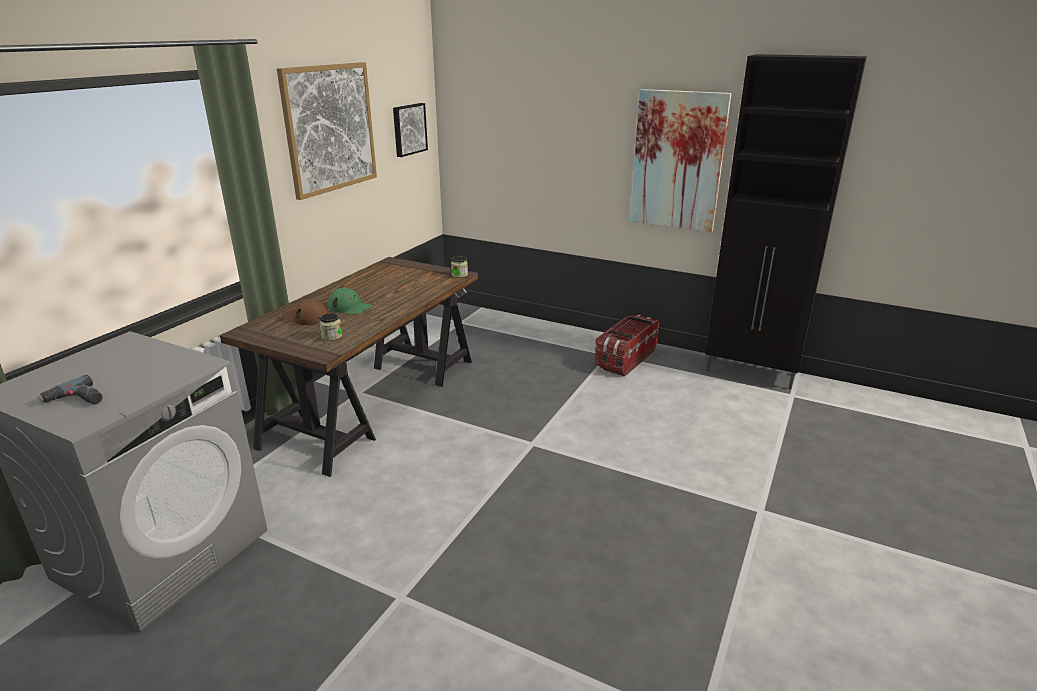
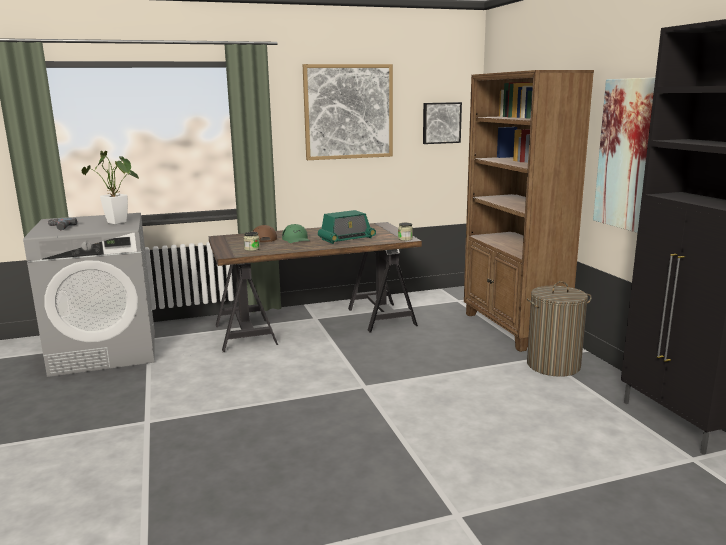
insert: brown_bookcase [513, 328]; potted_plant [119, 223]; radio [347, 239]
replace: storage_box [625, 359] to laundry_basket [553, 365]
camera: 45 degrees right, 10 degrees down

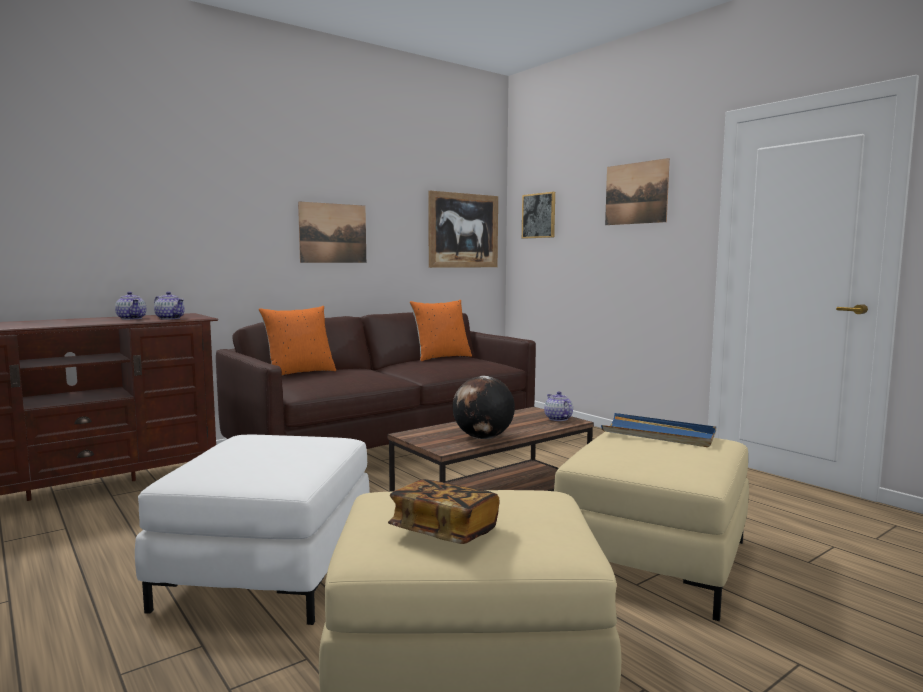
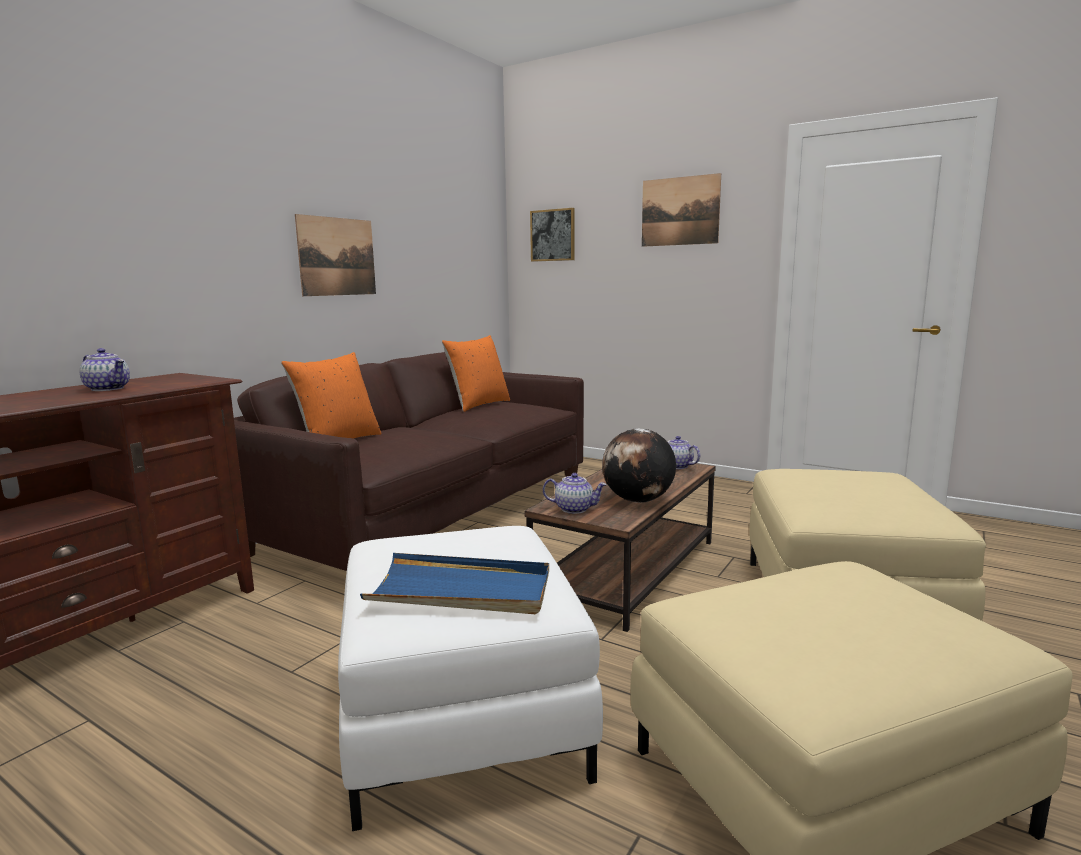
delete: picture [463, 230]; book [444, 532]
move: teapot [170, 318] to [574, 509]; blue_tray [659, 434] to [461, 590]
camera: 20 degrees left, 5 degrees up

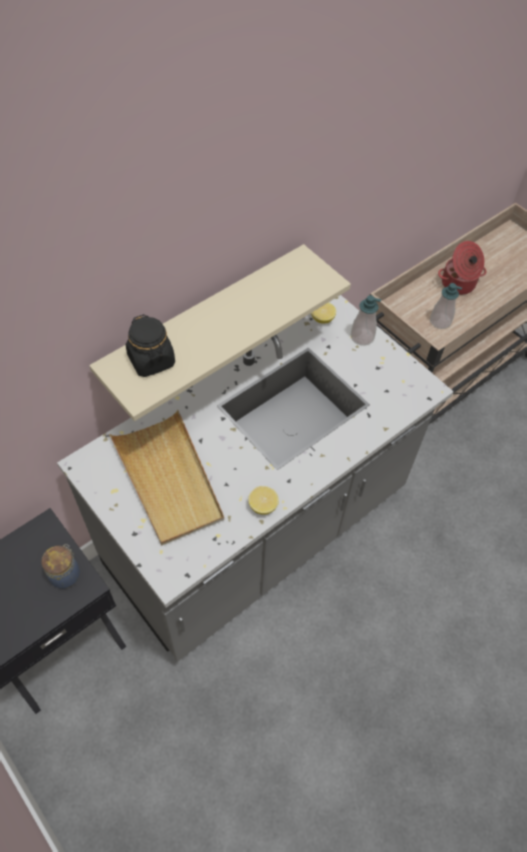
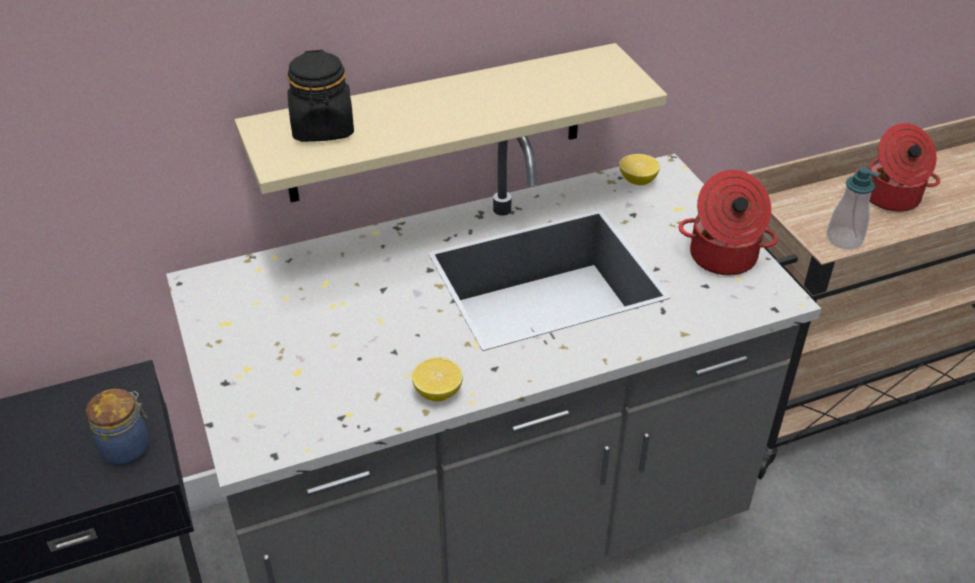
delete: soap_dispenser [362, 337]; beige_tray [168, 479]
insert: cooking_pot [722, 257]
camera: 20 degrees right, 15 degrees down

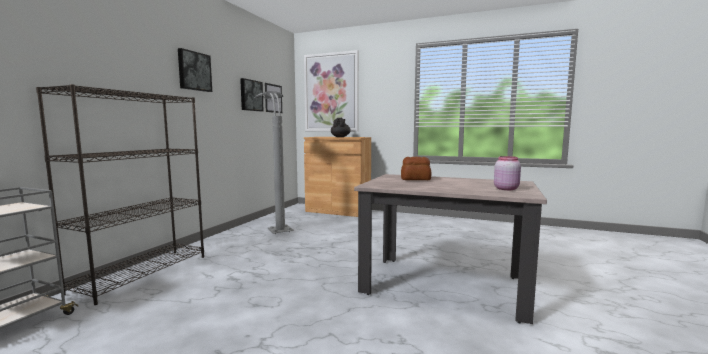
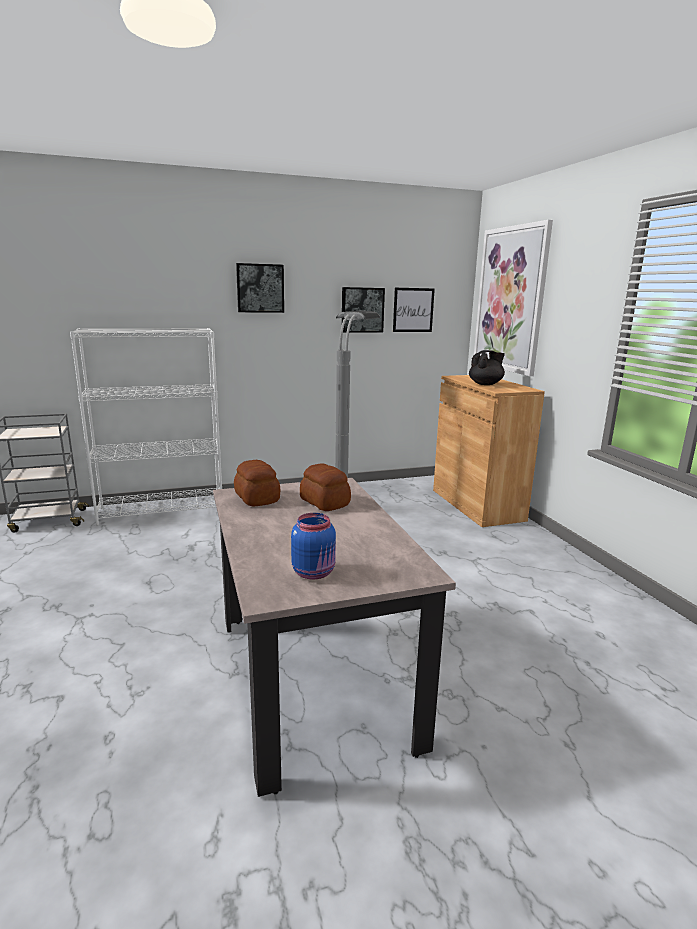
insert: bread [257, 498]
recolor: black_bookcase [142, 273] to white_bookcase [162, 510]; pink_jar [506, 189] to blue_jar [315, 572]
camera: 50 degrees right, 10 degrees up

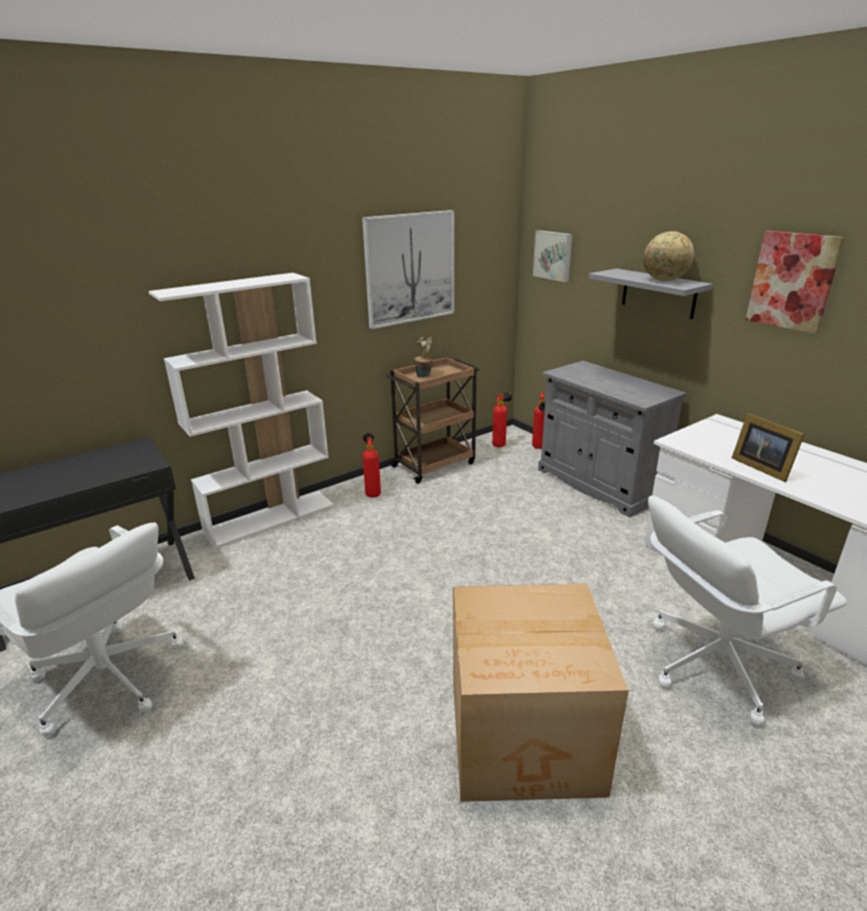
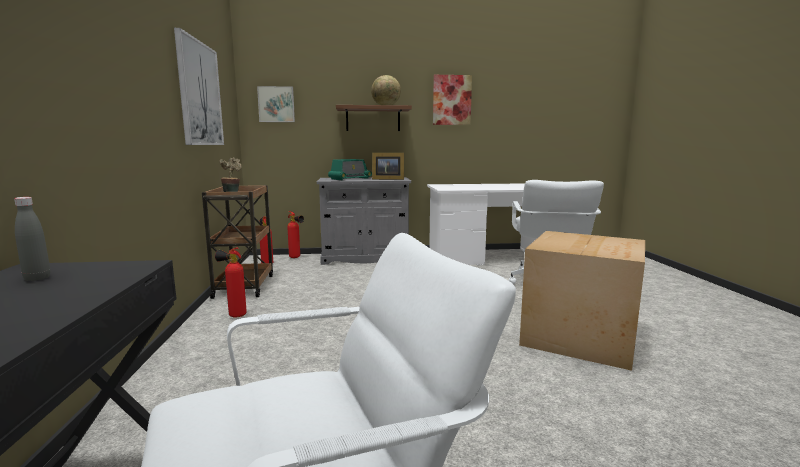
delete: white_bookcase [270, 518]
insert: radio [350, 179]; grey_bottle [37, 278]
move: picture_frame [760, 467] to [387, 179]
recolor: grey_shelf [658, 293] to brown_shelf [373, 119]
camera: 60 degrees left, 15 degrees down

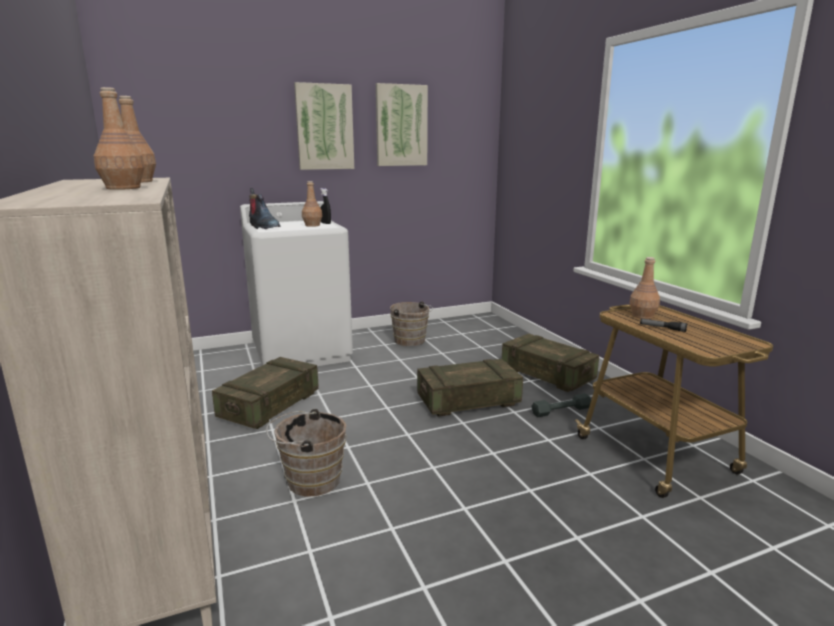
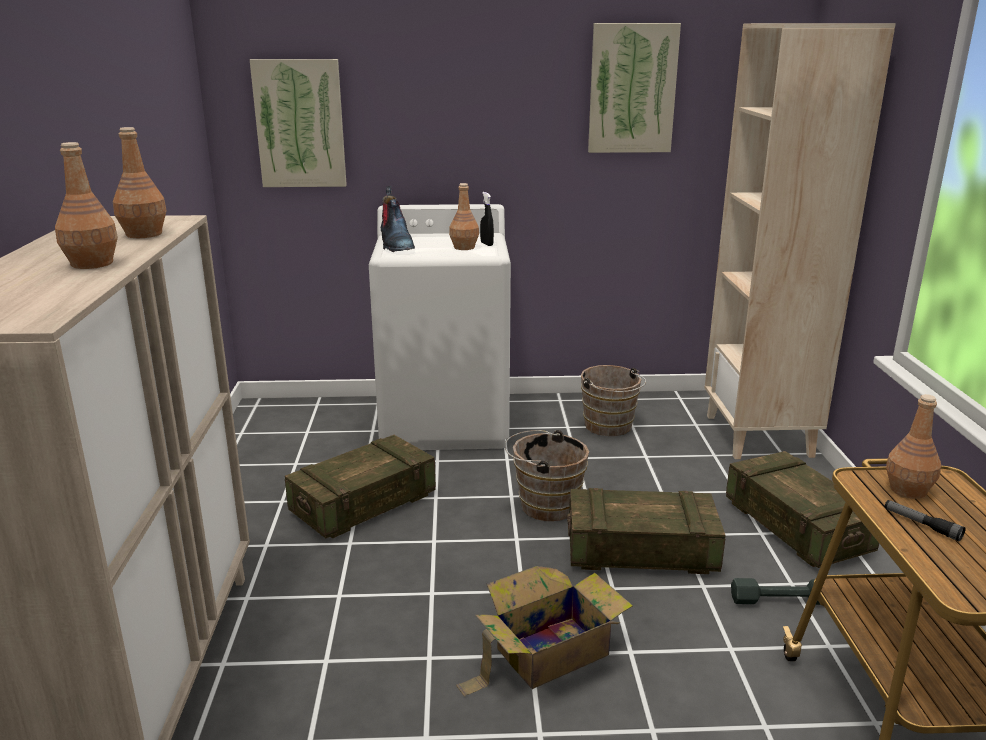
insert: beige_bookcase [759, 436]; cardboard_box [547, 653]
move: picture [324, 127] to [300, 124]; brown_bucket [309, 480] to [544, 505]
camera: 20 degrees right, 5 degrees up

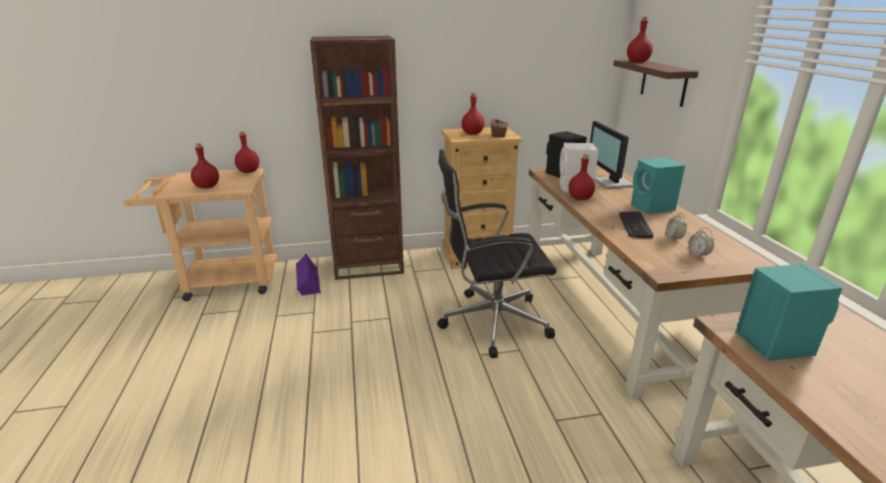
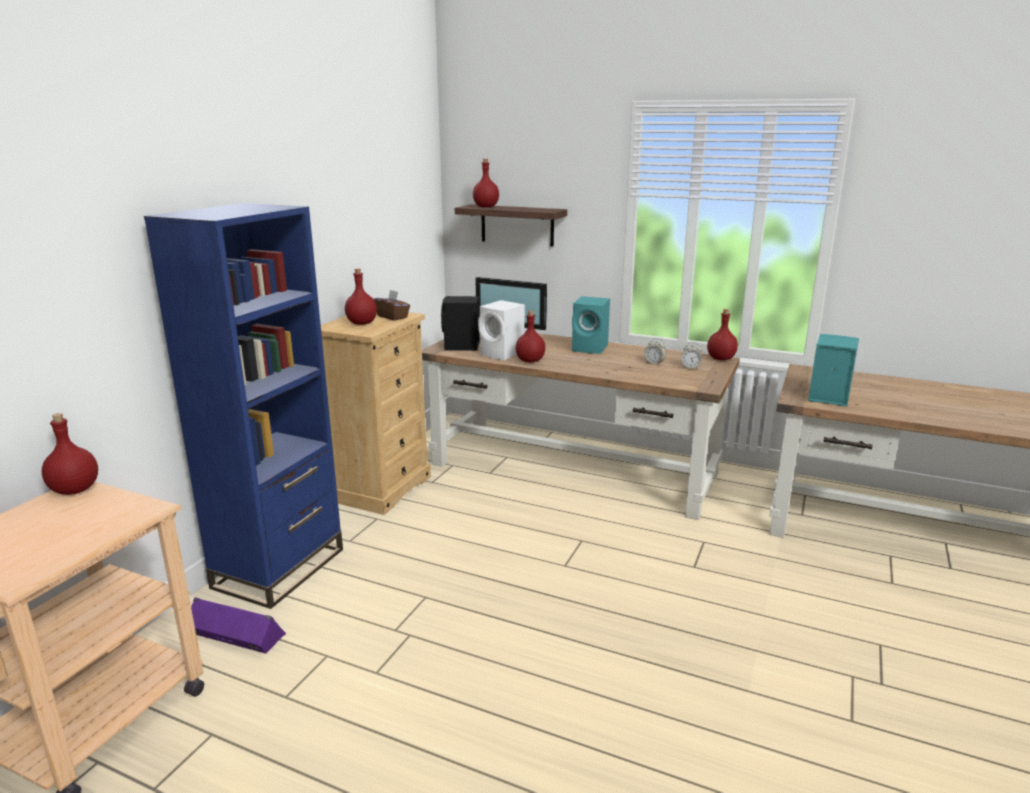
delete: black_office_chair [491, 322]; keyboard [634, 225]
move: red_bottle [207, 187] to [721, 359]
recolor: brown_bookcase [368, 265] to blue_bookcase [279, 568]
camera: 55 degrees left, 5 degrees down

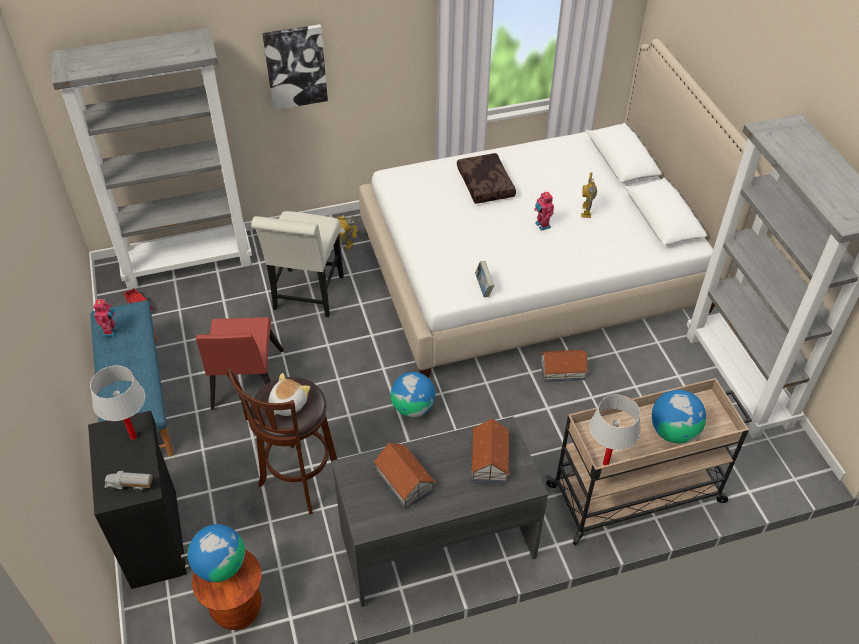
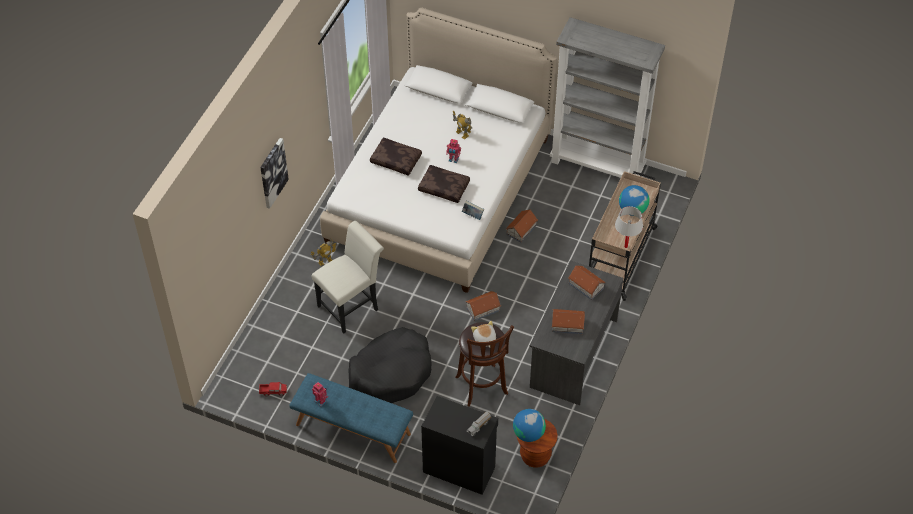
delete: grey_bookcase [188, 262]; white_table_lamp [133, 437]
insert: brown_pillow [444, 187]
replace: red_chair [246, 384] to black_dog_bed [391, 373]; globe [413, 407] to toy_house [482, 309]
rotate: white_chair [307, 297] = [351, 305] 90 degrees counterclockwise
camera: 50 degrees left, 5 degrees up

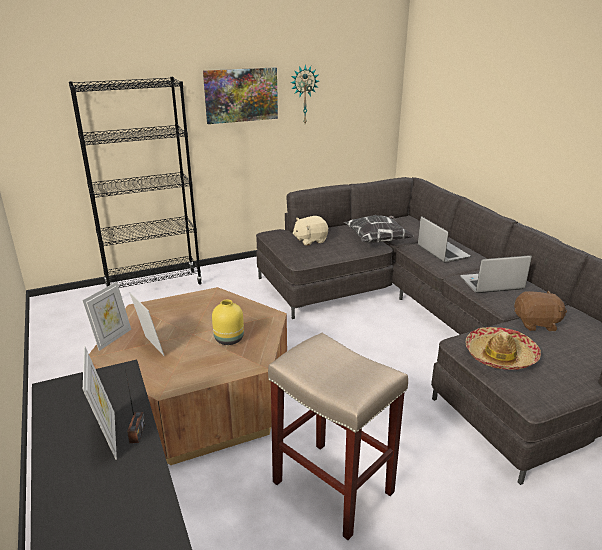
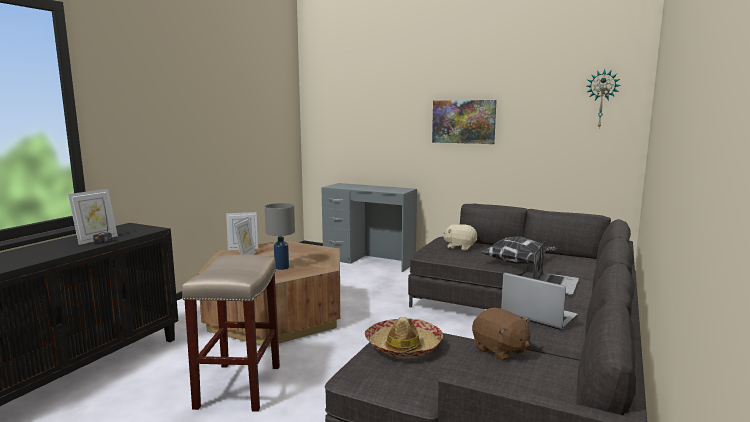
move: wall_clock [304, 95] to [601, 99]
replace: black_bookcase [154, 285] to grey_desk [369, 261]; yellow_vase [228, 339] to grey_table_lamp [281, 267]
camera: 50 degrees right, 15 degrees down

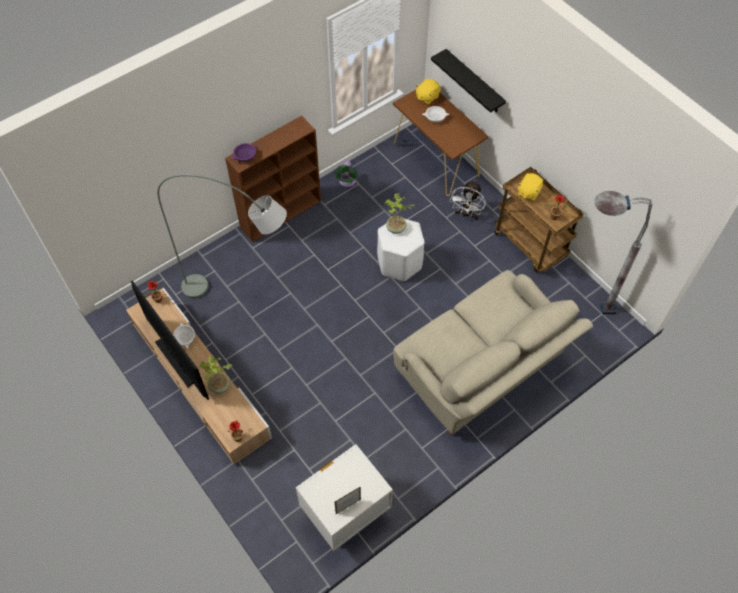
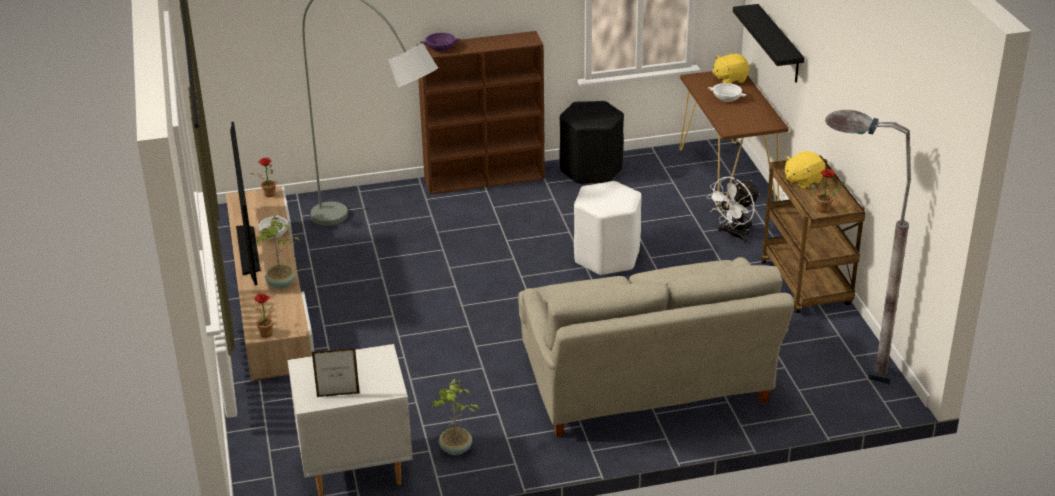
move: potted_plant [396, 229] to [455, 449]
replace: green_fan [347, 182] to black_stool [591, 170]
camera: 25 degrees right, 25 degrees down

